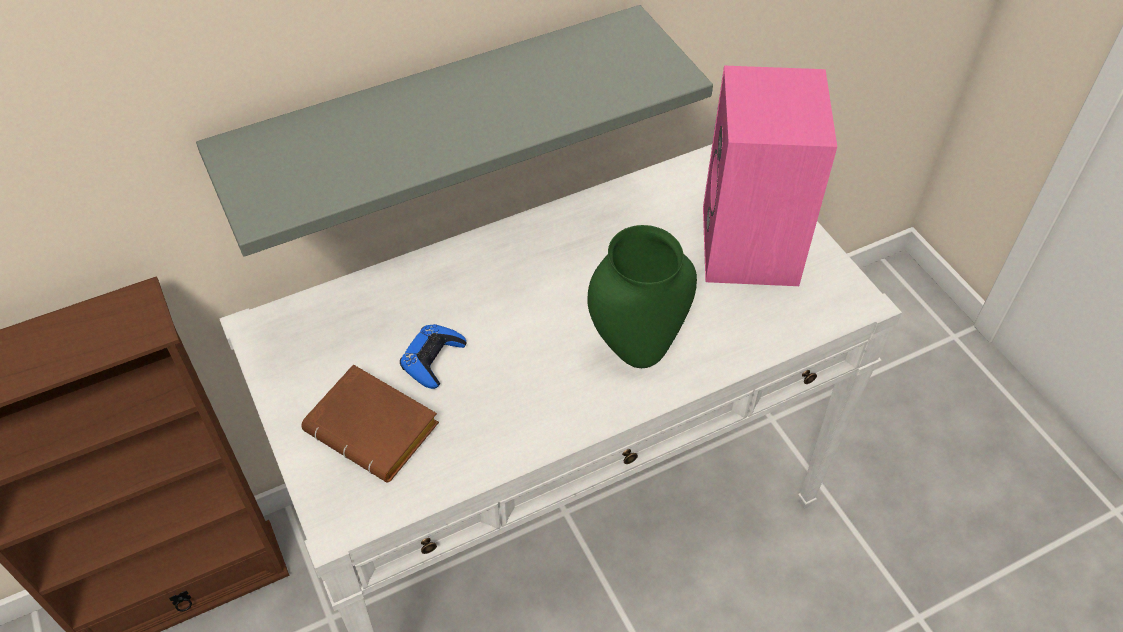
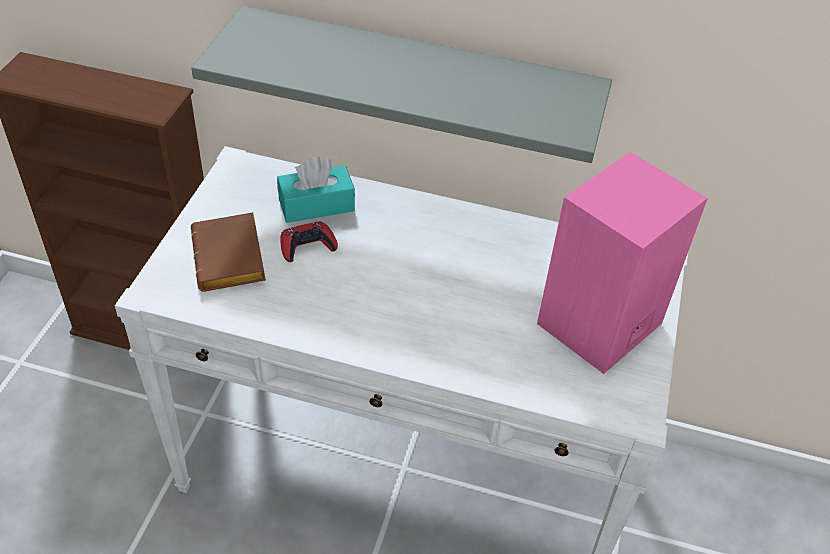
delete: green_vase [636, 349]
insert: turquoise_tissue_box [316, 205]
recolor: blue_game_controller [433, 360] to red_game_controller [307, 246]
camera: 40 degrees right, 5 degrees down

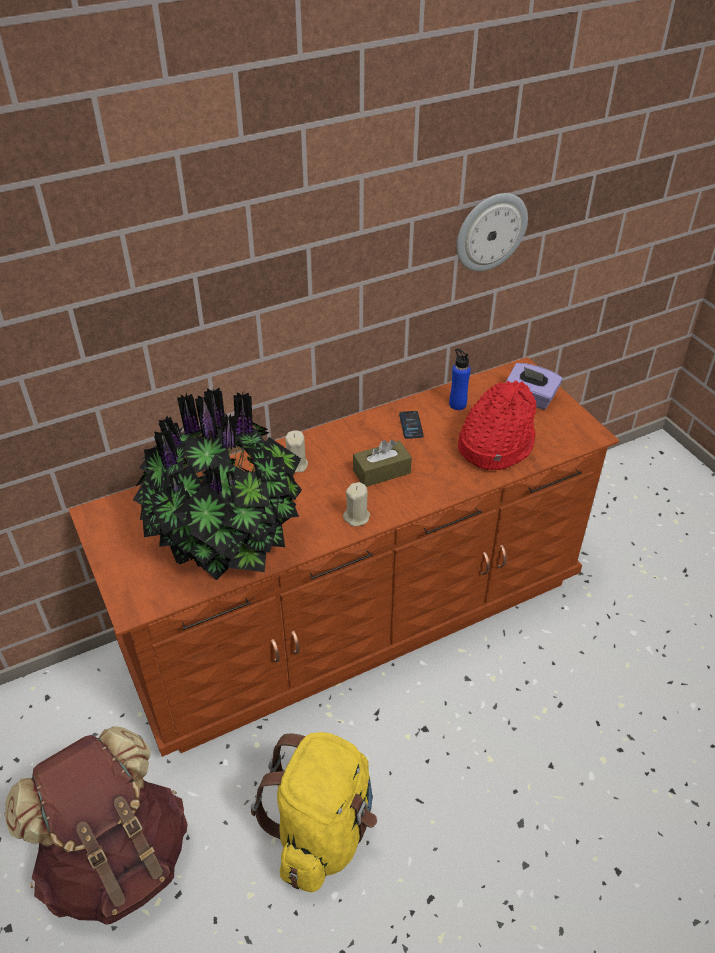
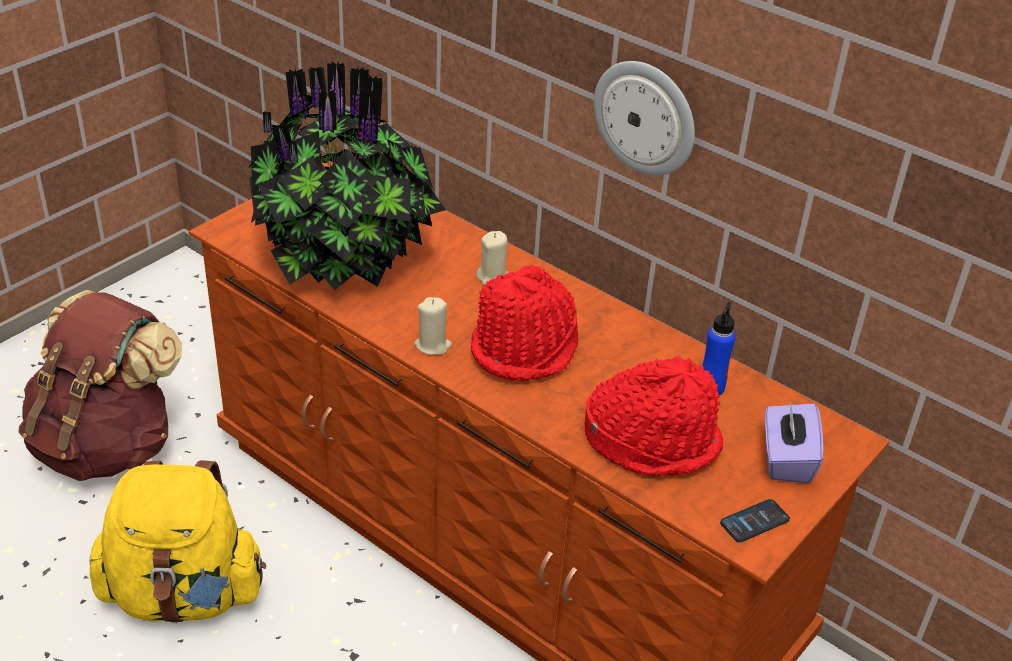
move: wall_clock [490, 231] to [645, 117]; phone [411, 425] to [754, 521]
replace: brown_tissue_box [381, 472] to red_hat [525, 347]
camera: 65 degrees right, 5 degrees down

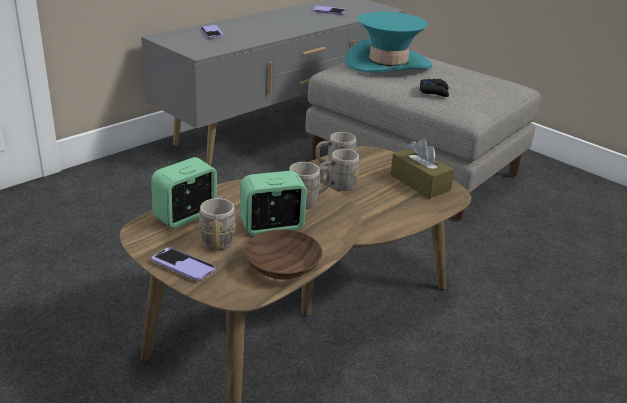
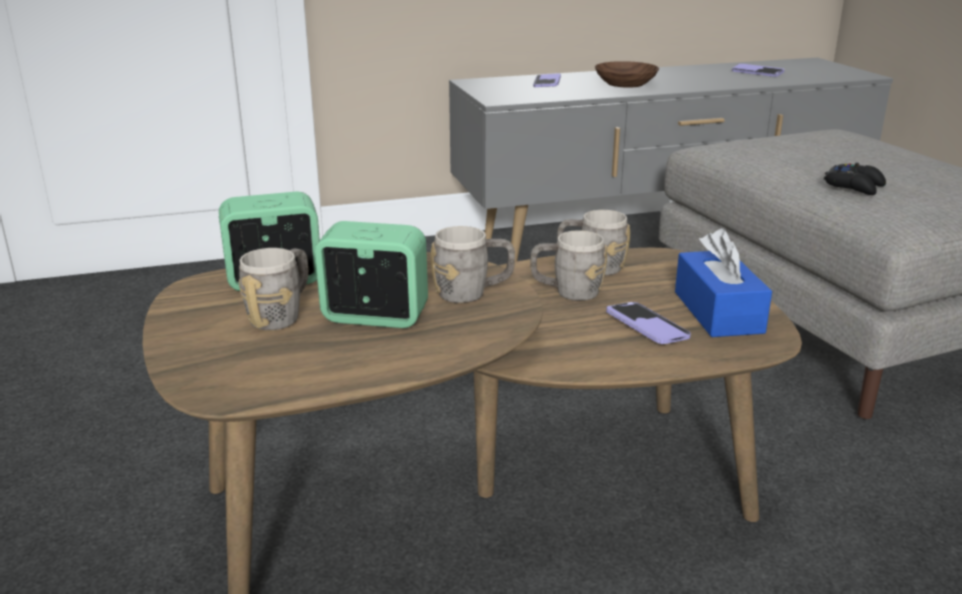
delete: turquoise_hat [388, 63]
move: brown_bowl [281, 267] to [624, 84]; phone [183, 265] to [647, 325]
recolor: brown_tissue_box [419, 183] to blue_tissue_box [718, 312]
camera: 30 degrees right, 5 degrees down

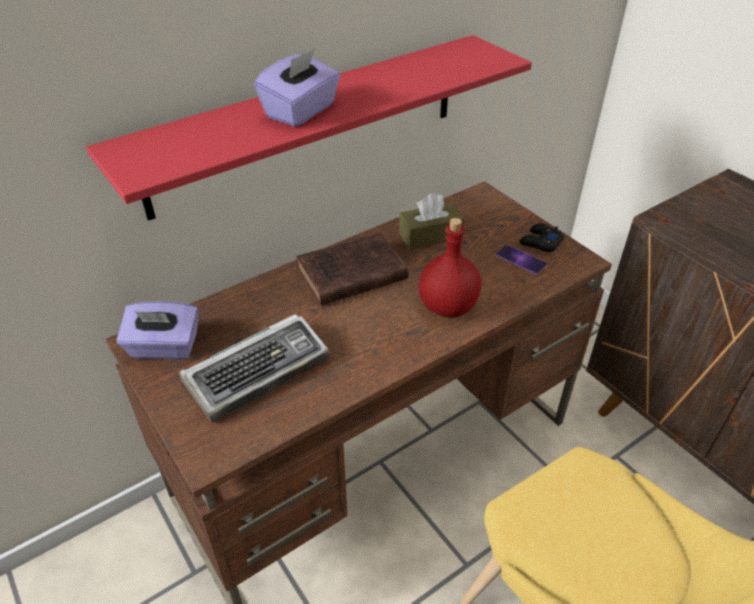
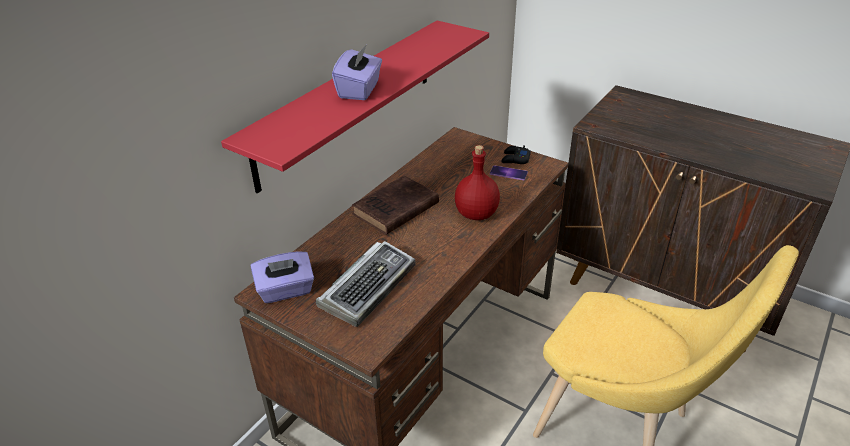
delete: brown_tissue_box [430, 235]
camera: 20 degrees left, 5 degrees down

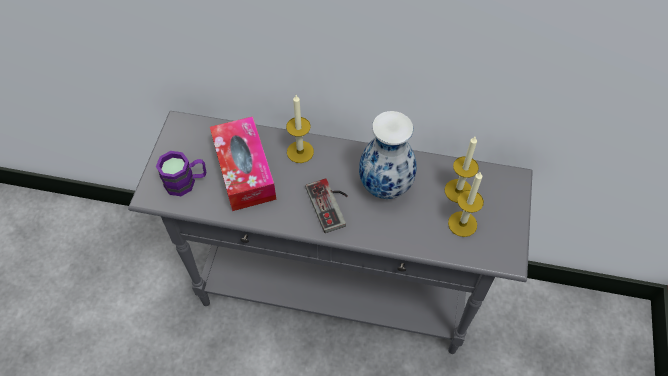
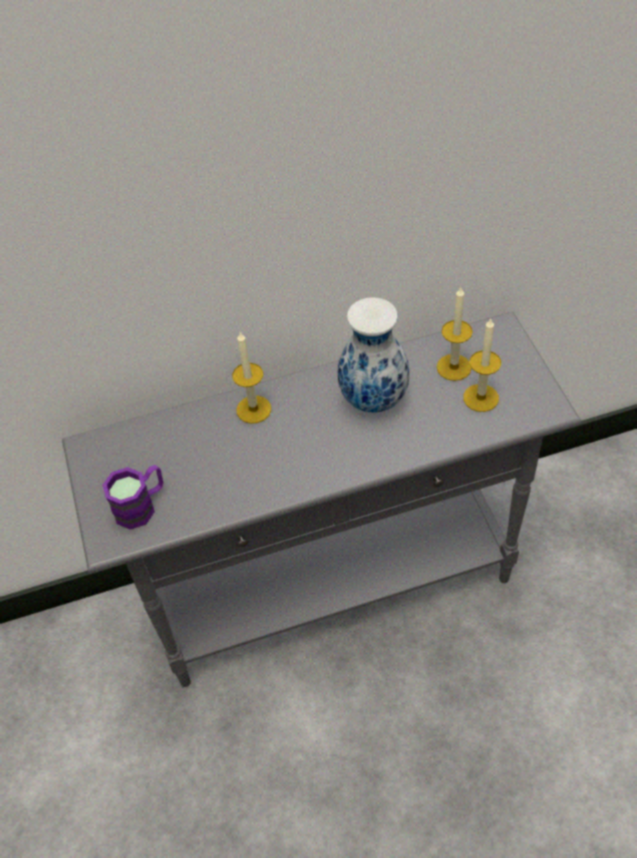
delete: tissue_box [244, 171]; game_controller [331, 204]
camera: 25 degrees left, 5 degrees down

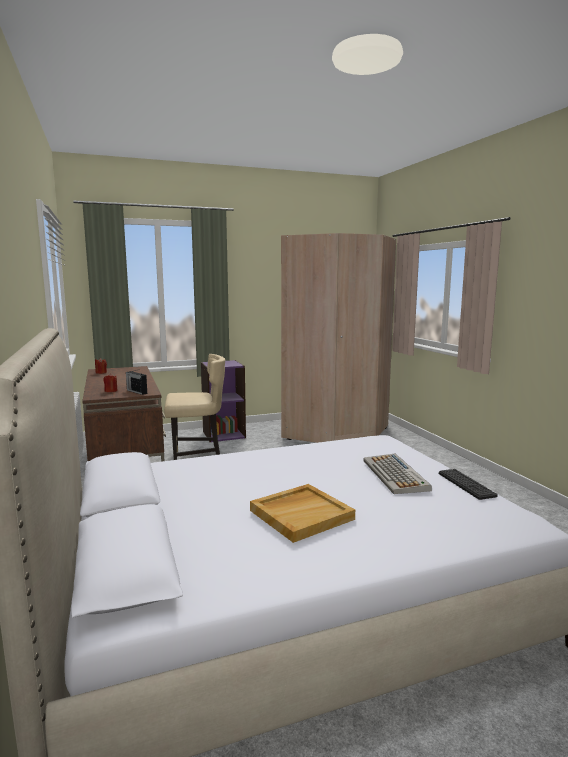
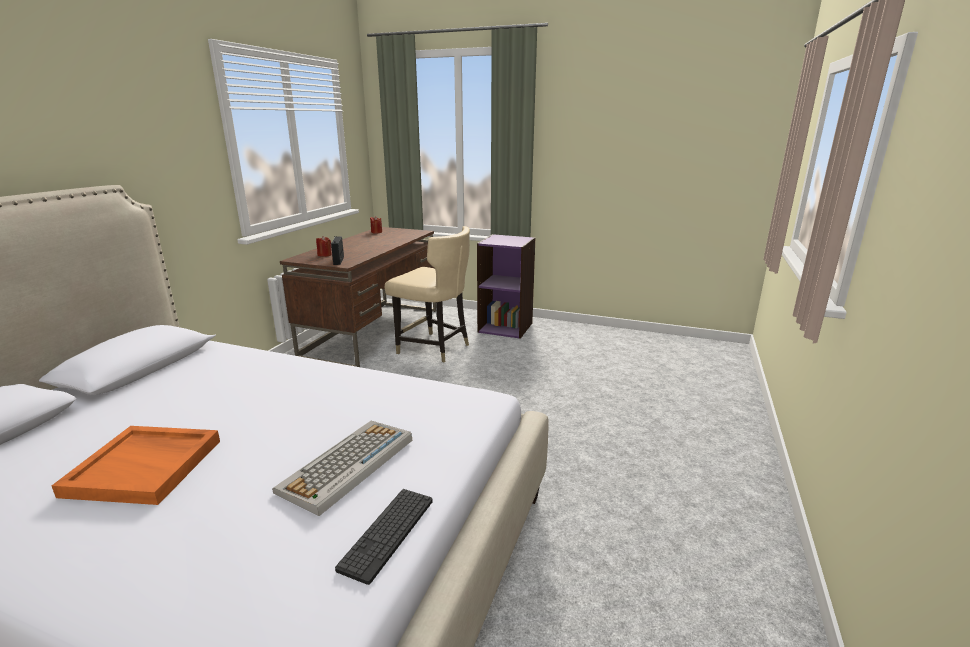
delete: beige_wardrobe [335, 431]
recolor: beige_tray [301, 514] to orange_tray [146, 466]
camera: 40 degrees right, 10 degrees up

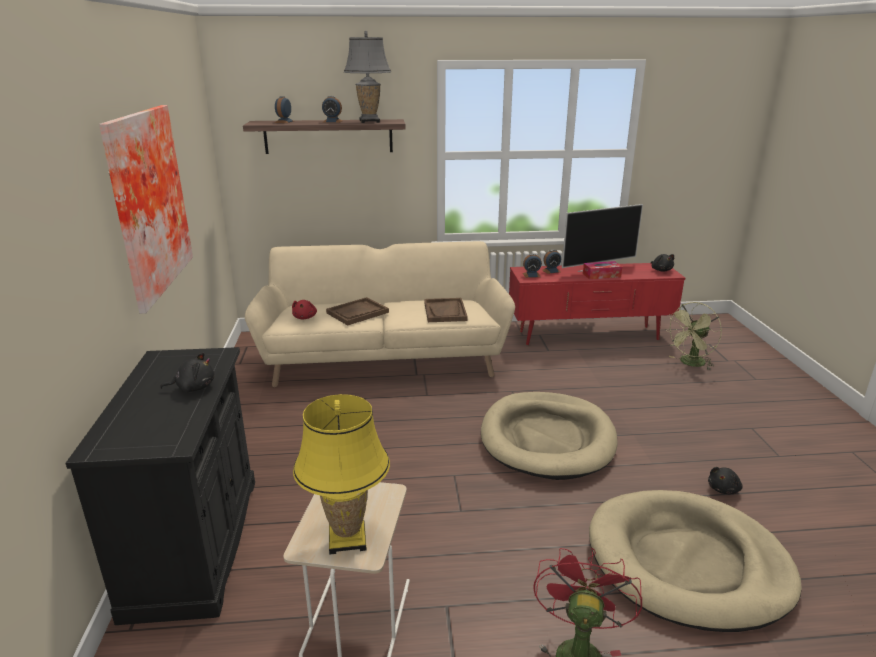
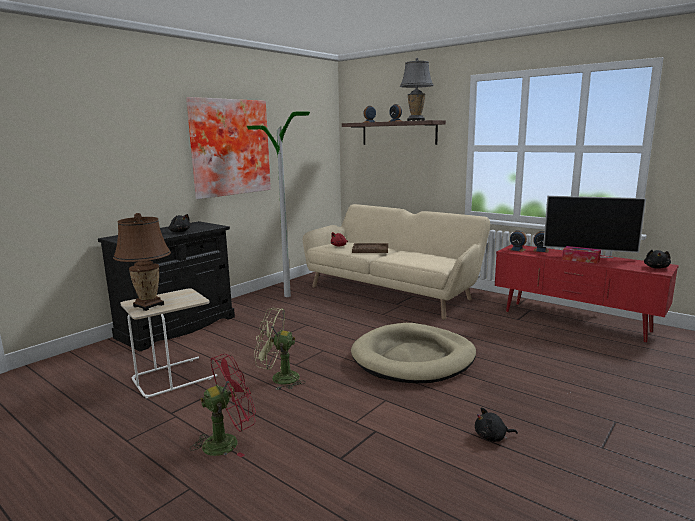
delete: brown_tray [445, 312]; beige_dog_bed [687, 563]
insert: floor_lamp [287, 296]
move: green_fan [690, 363] to [279, 378]
recolor: yellow_table_lamp [347, 539] to brown_table_lamp [149, 305]
camera: 45 degrees right, 10 degrees down

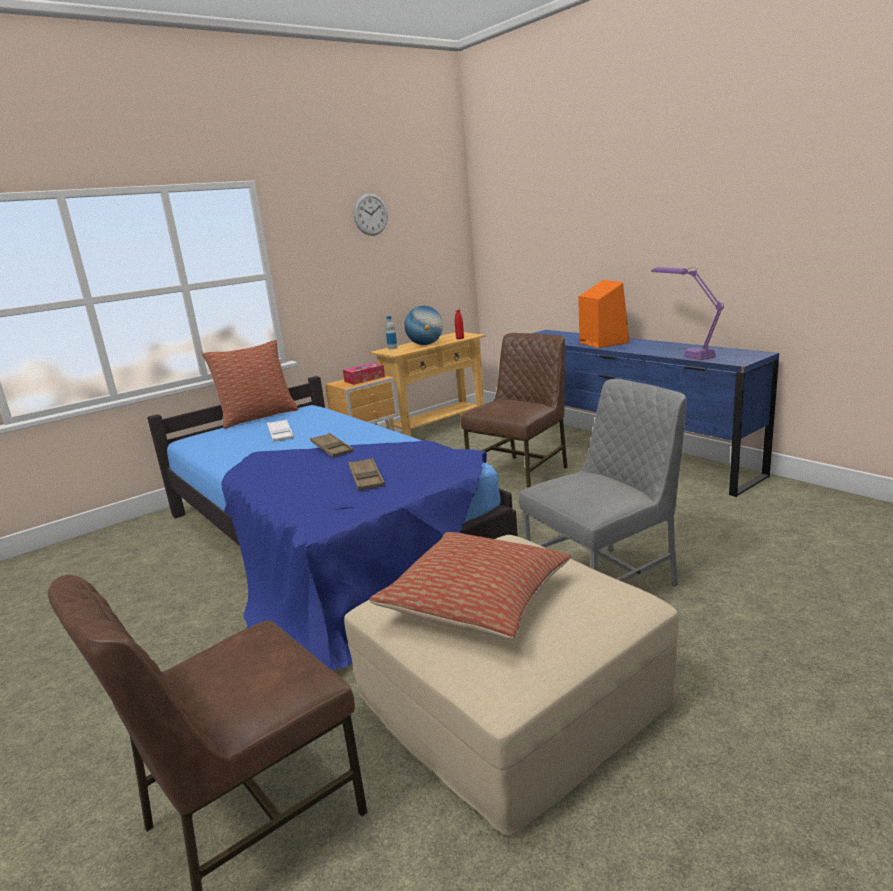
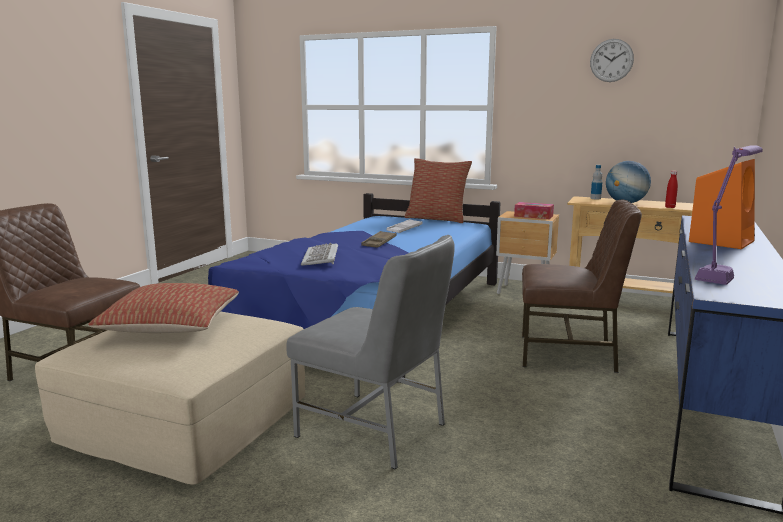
replace: brown_tray [366, 478] to keyboard [321, 257]
camera: 60 degrees right, 5 degrees down

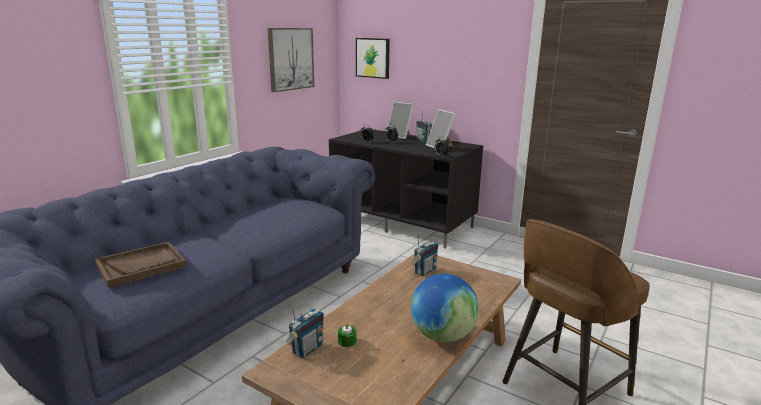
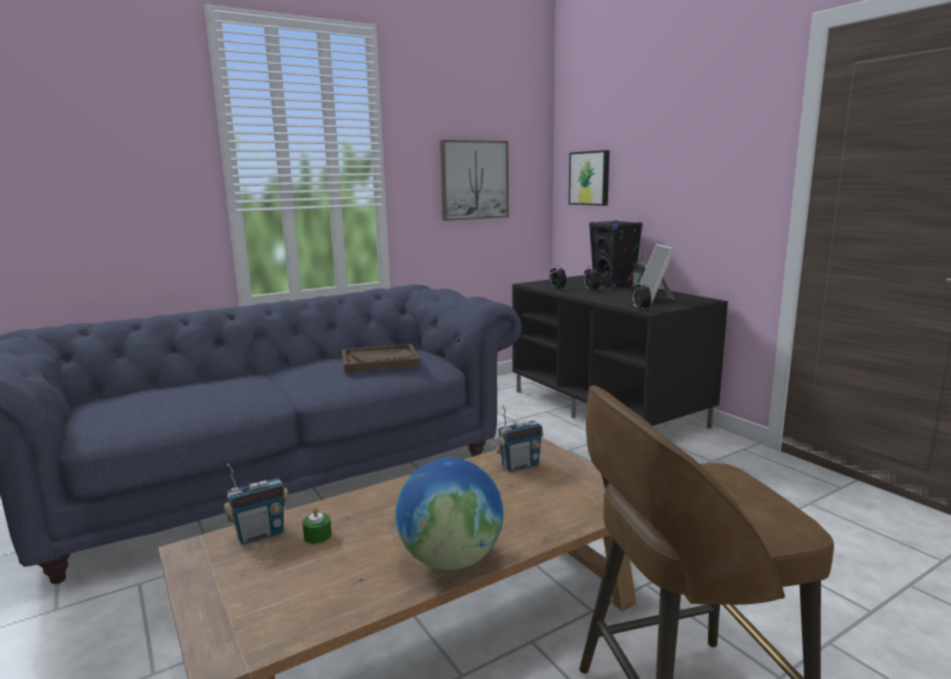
move: brown_tray [141, 266] to [380, 360]
replace: picture_frame [400, 136] to black_speaker [614, 285]
camera: 25 degrees right, 5 degrees down

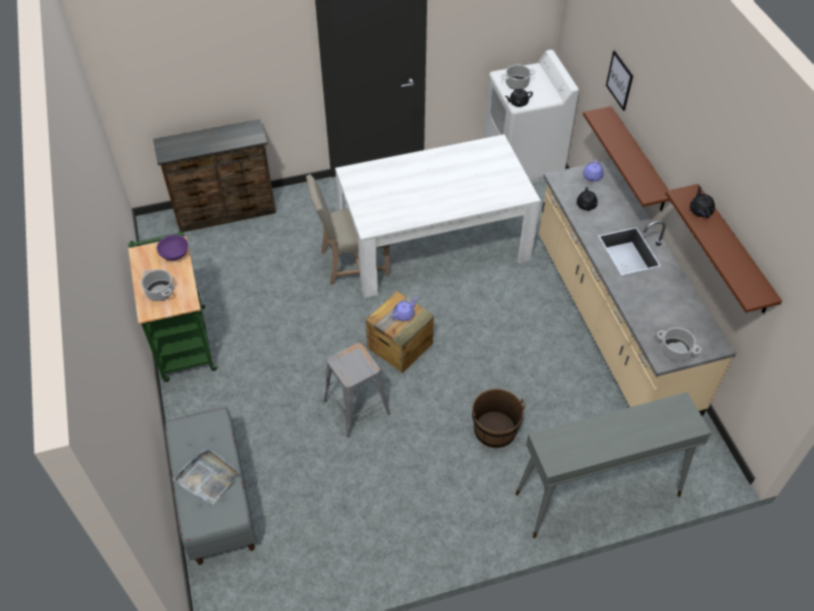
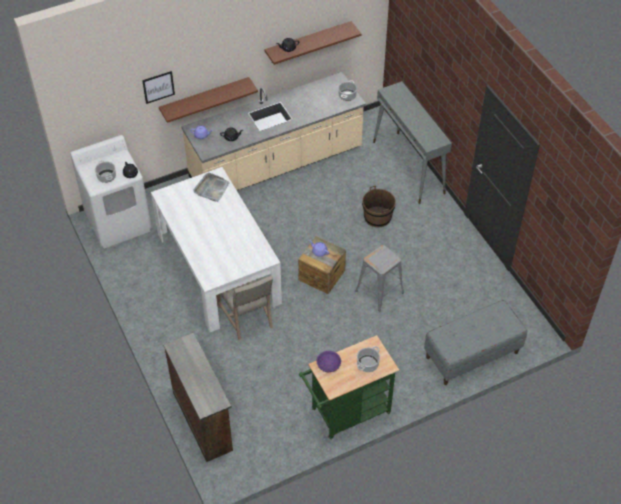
move: grey_tray [208, 477] to [211, 189]
camera: 100 degrees left, 0 degrees up

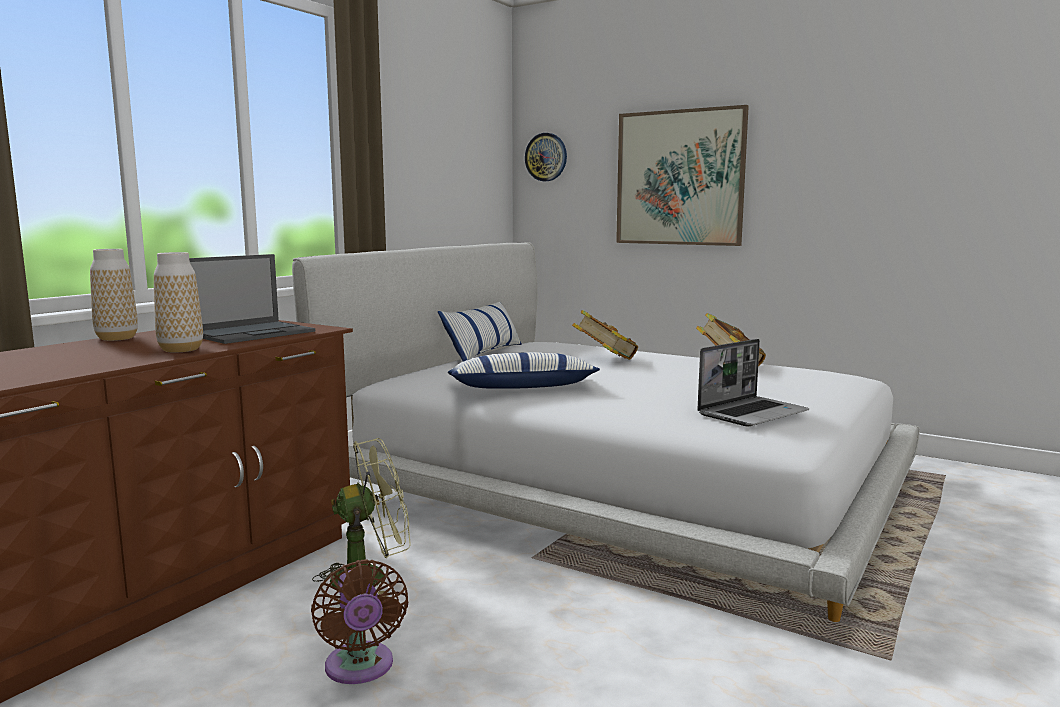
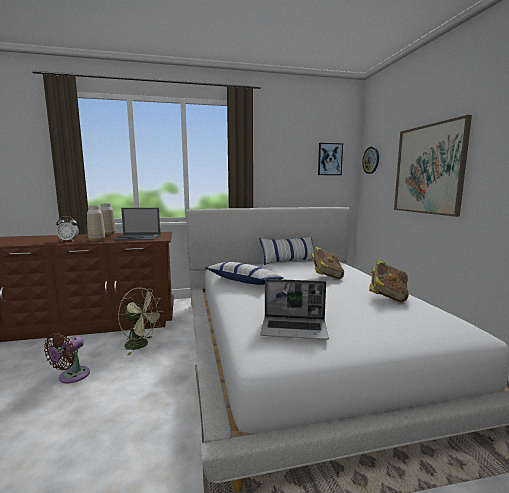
insert: picture [329, 159]; alarm_clock [68, 241]
camera: 45 degrees right, 0 degrees up

